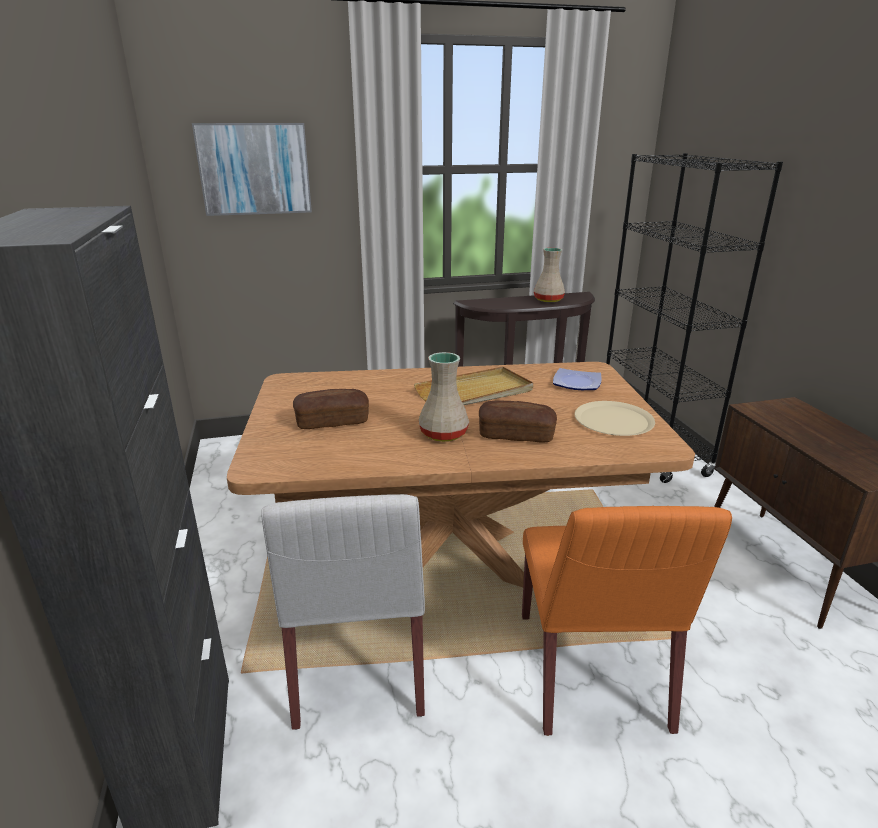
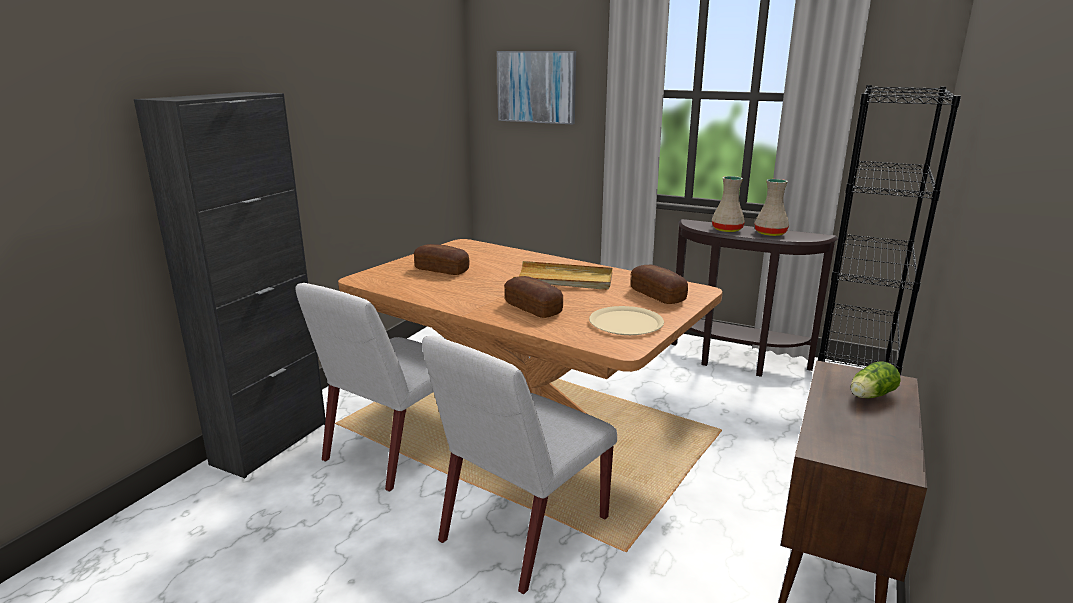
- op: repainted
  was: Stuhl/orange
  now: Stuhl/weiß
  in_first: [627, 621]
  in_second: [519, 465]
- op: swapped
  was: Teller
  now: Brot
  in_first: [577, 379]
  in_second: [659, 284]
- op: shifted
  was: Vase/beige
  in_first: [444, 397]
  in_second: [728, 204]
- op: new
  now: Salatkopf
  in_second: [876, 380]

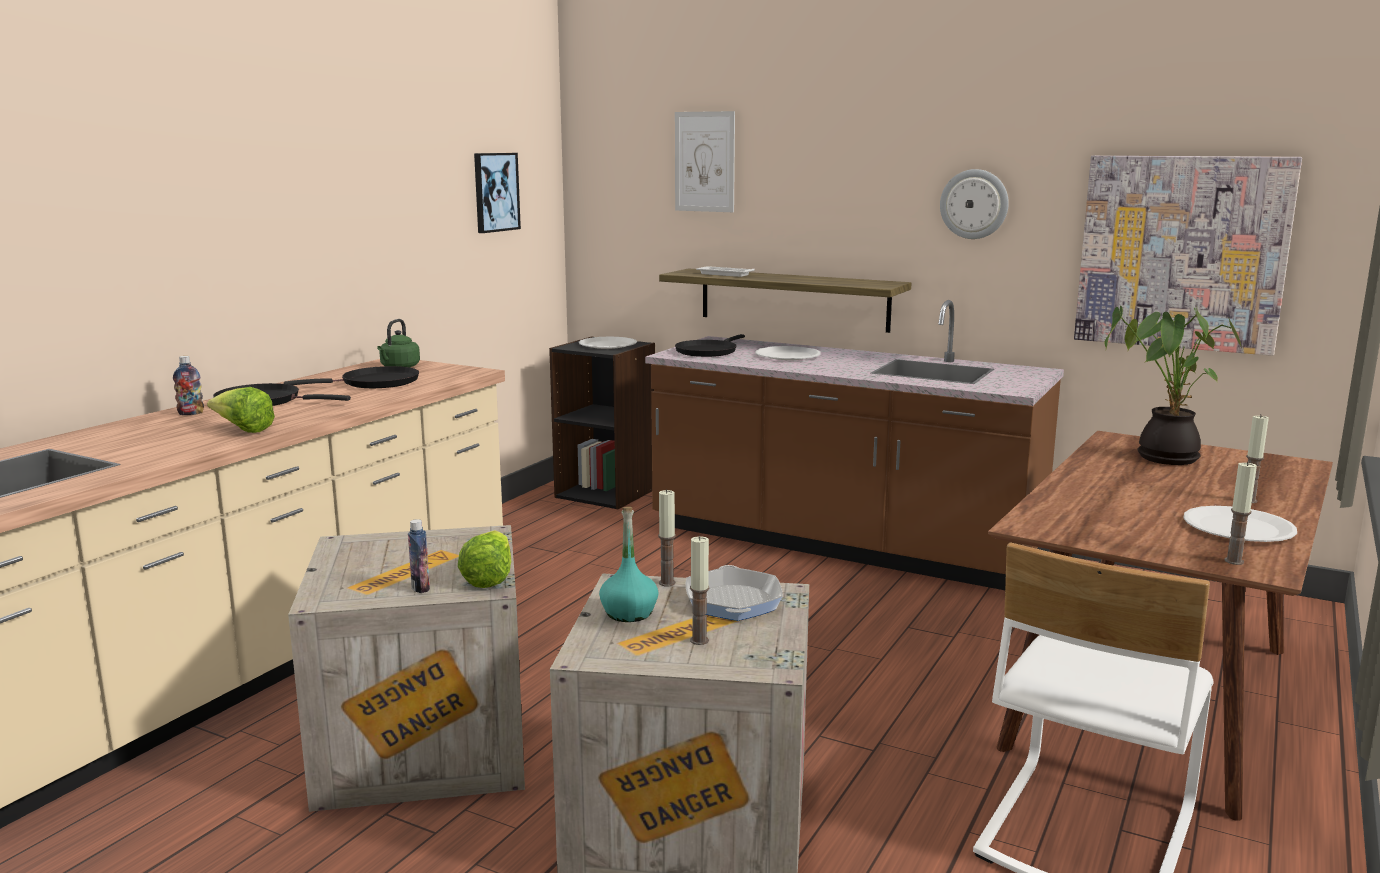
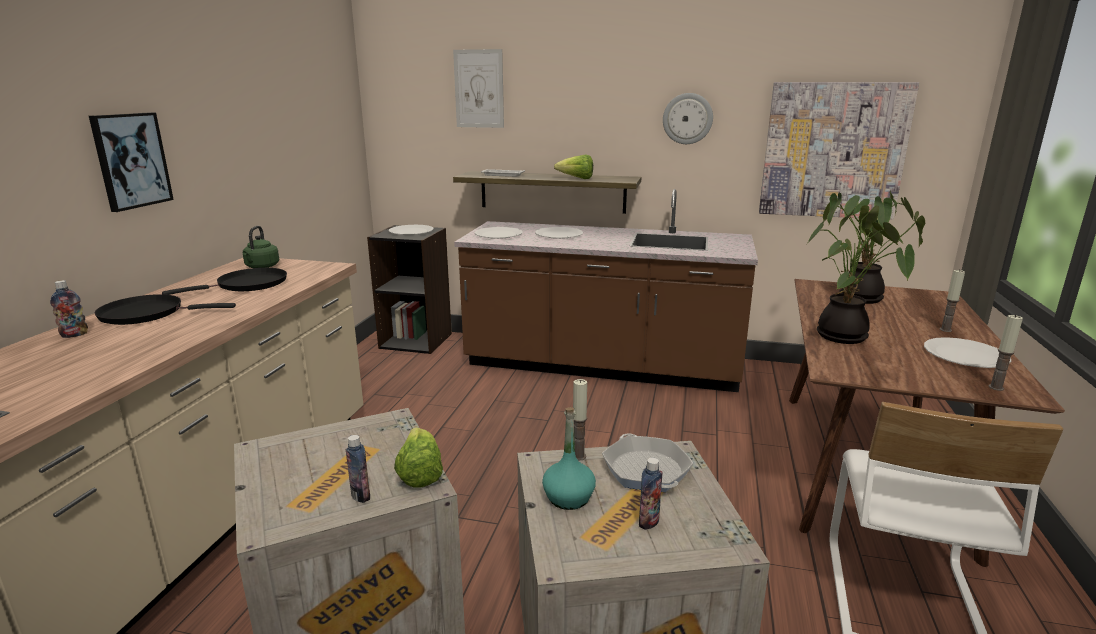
- op: shifted
  was: Bild
  in_first: [497, 193]
  in_second: [131, 162]
- op: swapped
  was: Pfanne/schwarz
  now: Teller/weiß
  in_first: [710, 345]
  in_second: [499, 233]
- op: shifted
  was: Salatkopf
  in_first: [241, 410]
  in_second: [573, 166]
- op: swapped
  was: Kerze
  now: Flasche
  in_first: [700, 590]
  in_second: [651, 494]
- op: new
  now: Topfpflanze
  in_second: [865, 274]

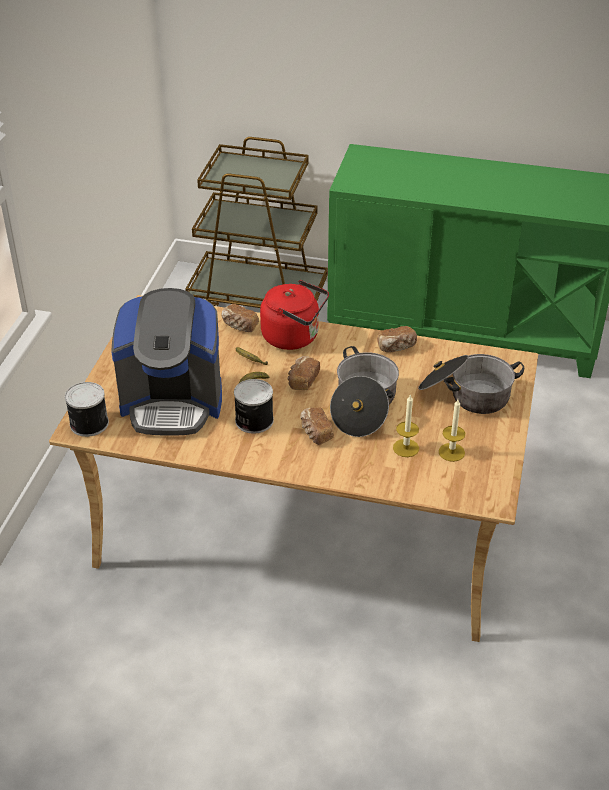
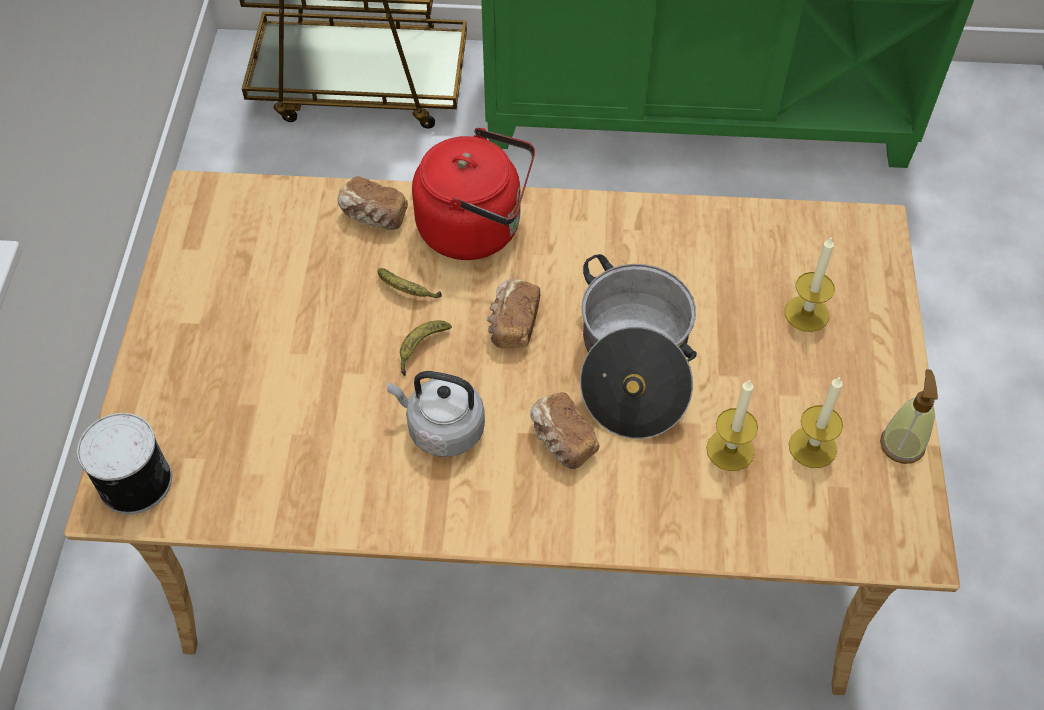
- op: swapped
  was: Dose
  now: Wasserkessel/grau
  in_first: [254, 406]
  in_second: [436, 414]
- op: swapped
  was: Kochtopf
  now: Kerze
  in_first: [471, 384]
  in_second: [810, 284]
- op: new
  now: Seifenspender
  in_second: [909, 416]
- op: gone
  was: Kaffeemaschine
  in_first: [166, 362]
- op: gone
  was: Brot
  in_first: [397, 339]

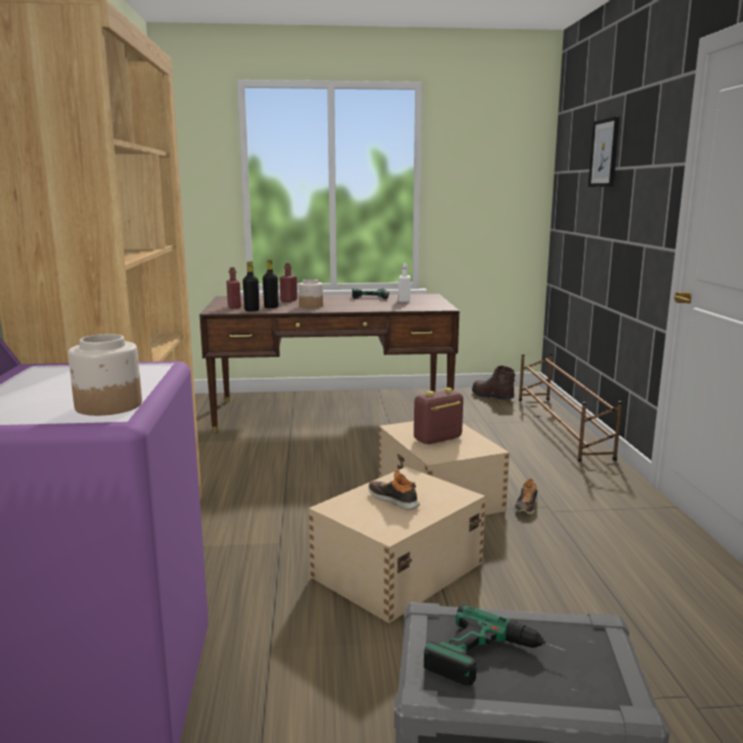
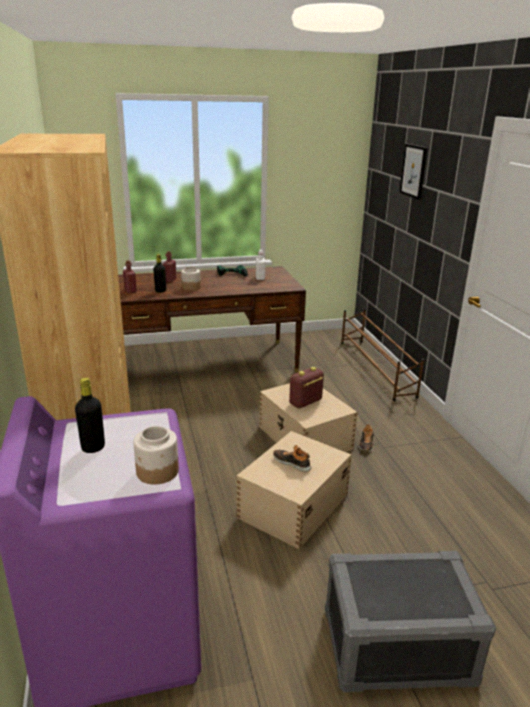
- op: shifted
  was: Flasche/schwarz
  in_first: [251, 286]
  in_second: [90, 415]
- op: gone
  was: Bohrmaschine
  in_first: [494, 645]
- op: gone
  was: Stiefel/braun
  in_first: [493, 383]

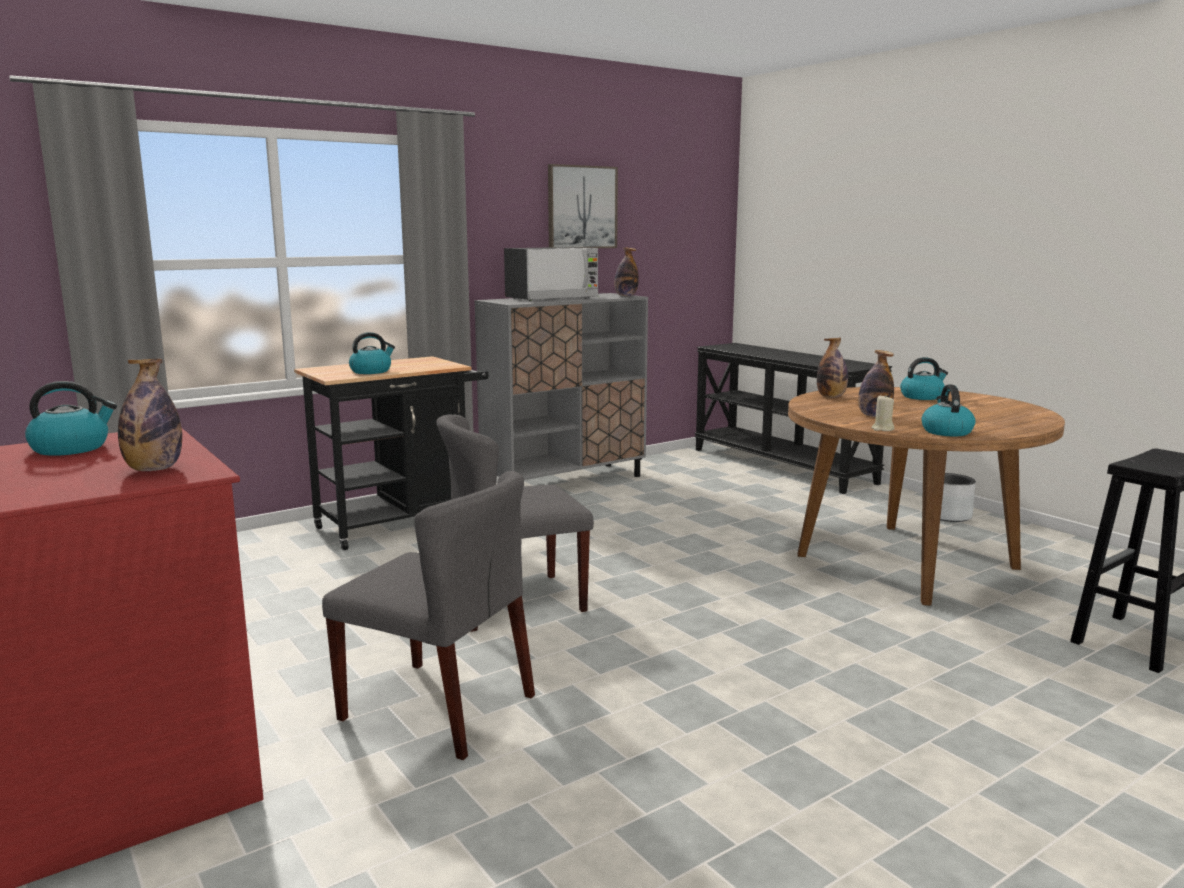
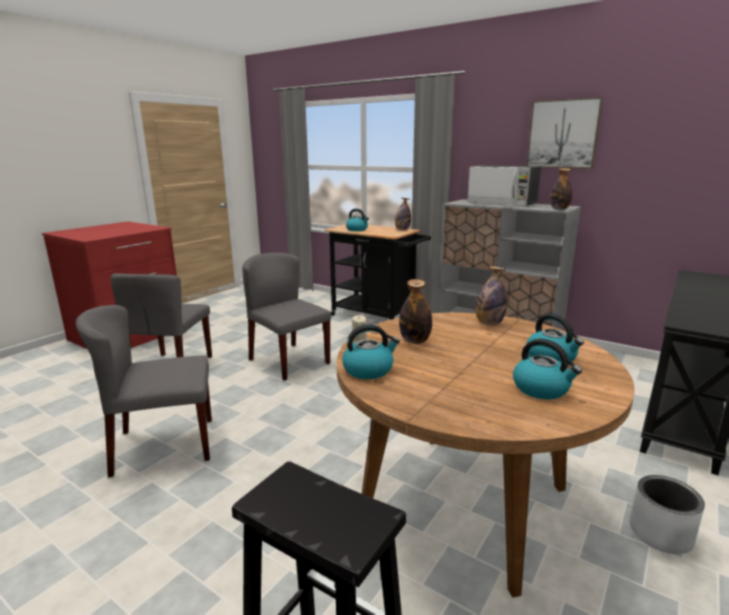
- op: new
  now: Stuhl/grau
  in_second: [144, 391]
- op: shifted
  was: Flasche
  in_first: [150, 415]
  in_second: [403, 214]
- op: shifted
  was: Wasserkessel
  in_first: [71, 418]
  in_second: [547, 369]

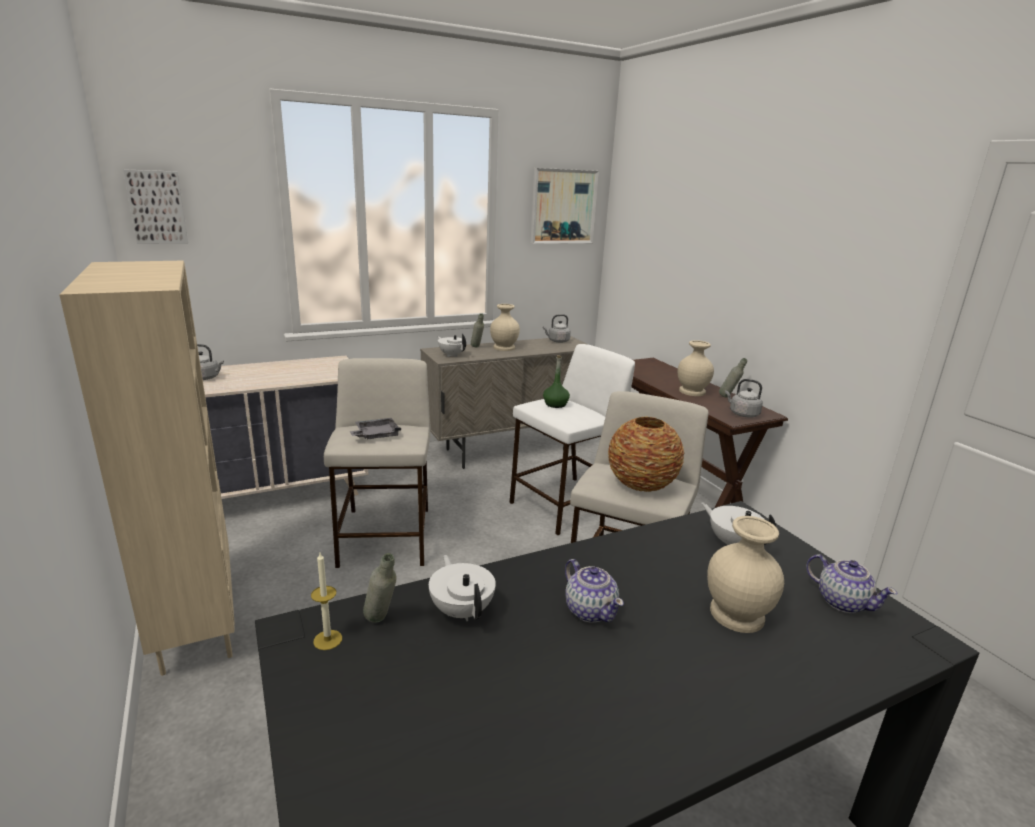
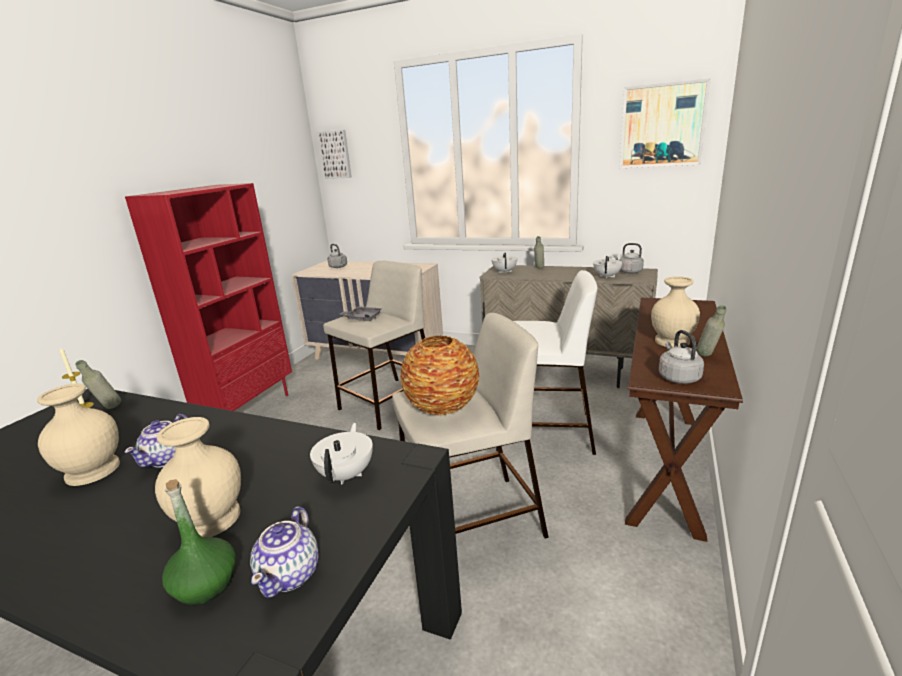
- op: shifted
  was: Vase/beige
  in_first: [505, 327]
  in_second: [78, 435]
- op: repainted
  was: Bücherregal/beige
  now: Bücherregal/rot
  in_first: [147, 468]
  in_second: [208, 297]
- op: shifted
  was: Flasche/grün
  in_first: [556, 381]
  in_second: [199, 542]
- op: shifted
  was: Teekanne/weiß
  in_first: [462, 588]
  in_second: [608, 267]

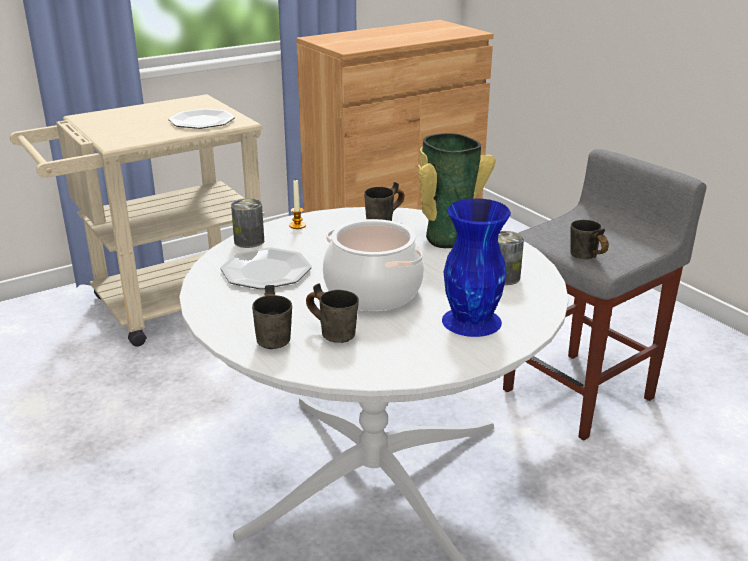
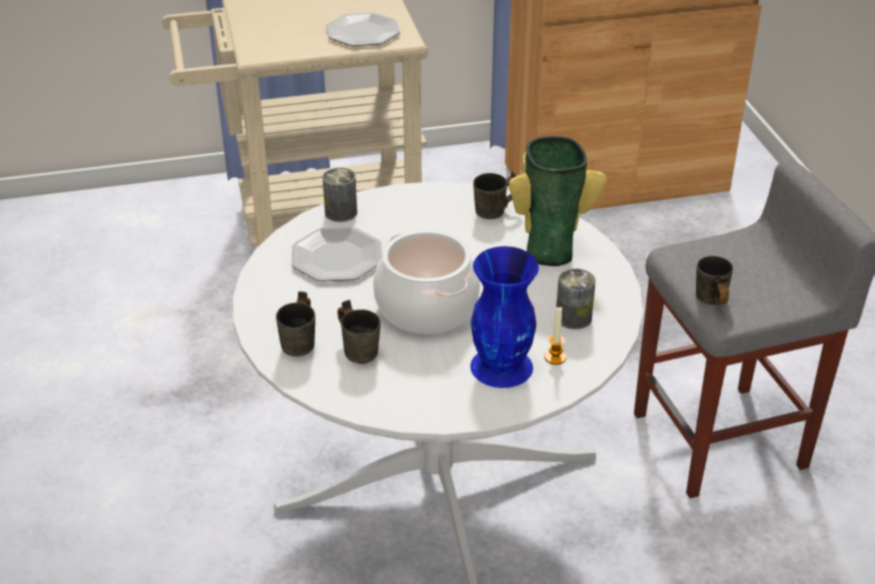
- op: shifted
  was: Kerze
  in_first: [297, 204]
  in_second: [555, 336]

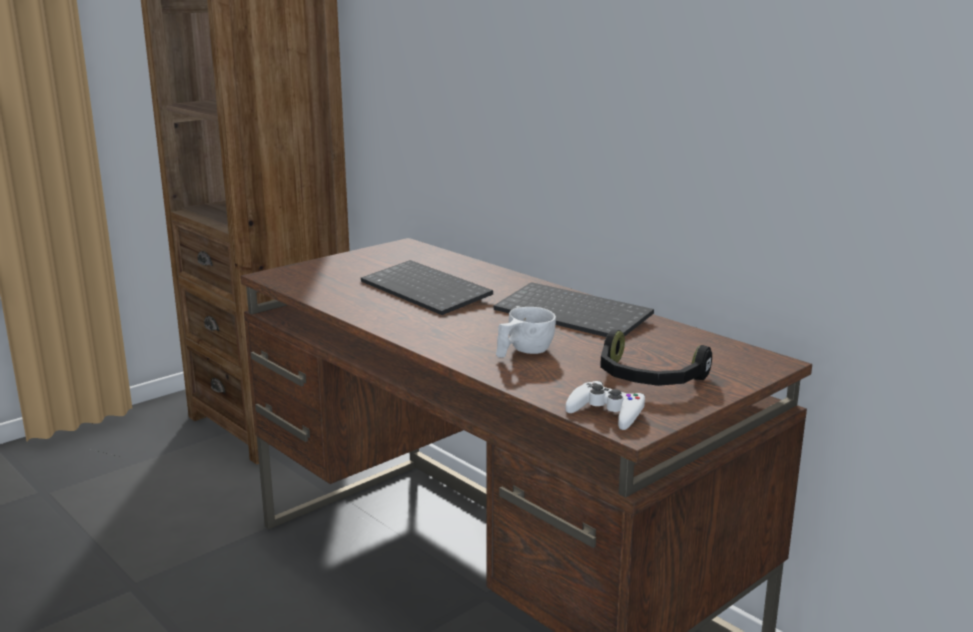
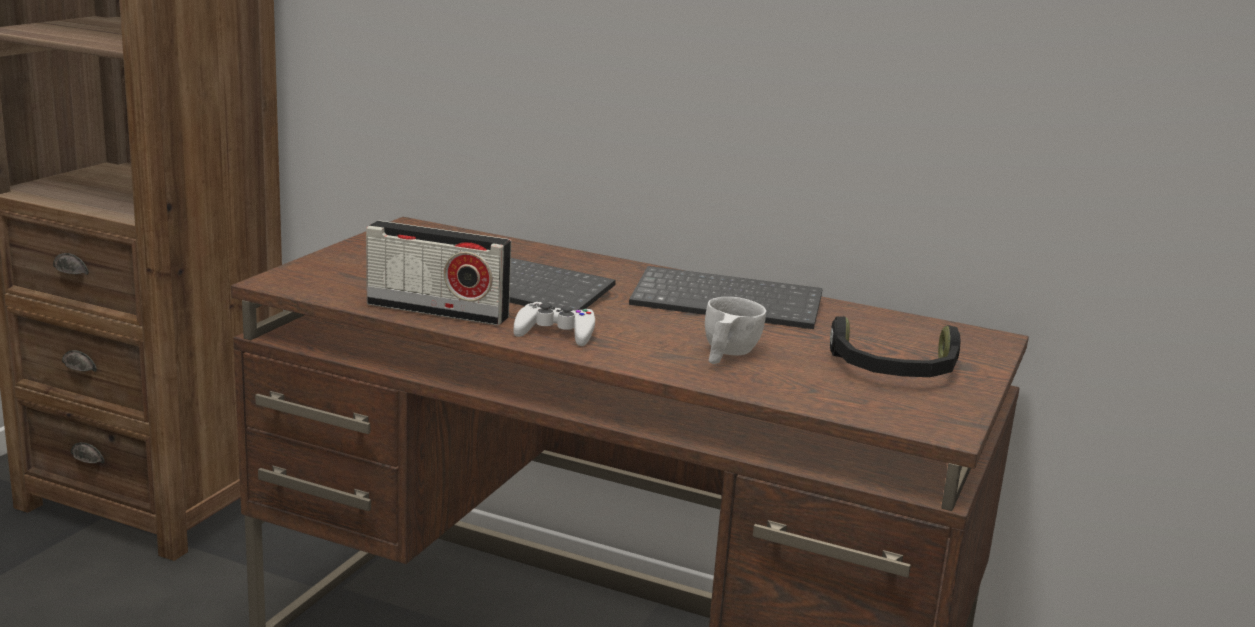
- op: new
  now: Radio
  in_second: [438, 273]
- op: shifted
  was: Gamepad/weiß
  in_first: [605, 405]
  in_second: [554, 324]

